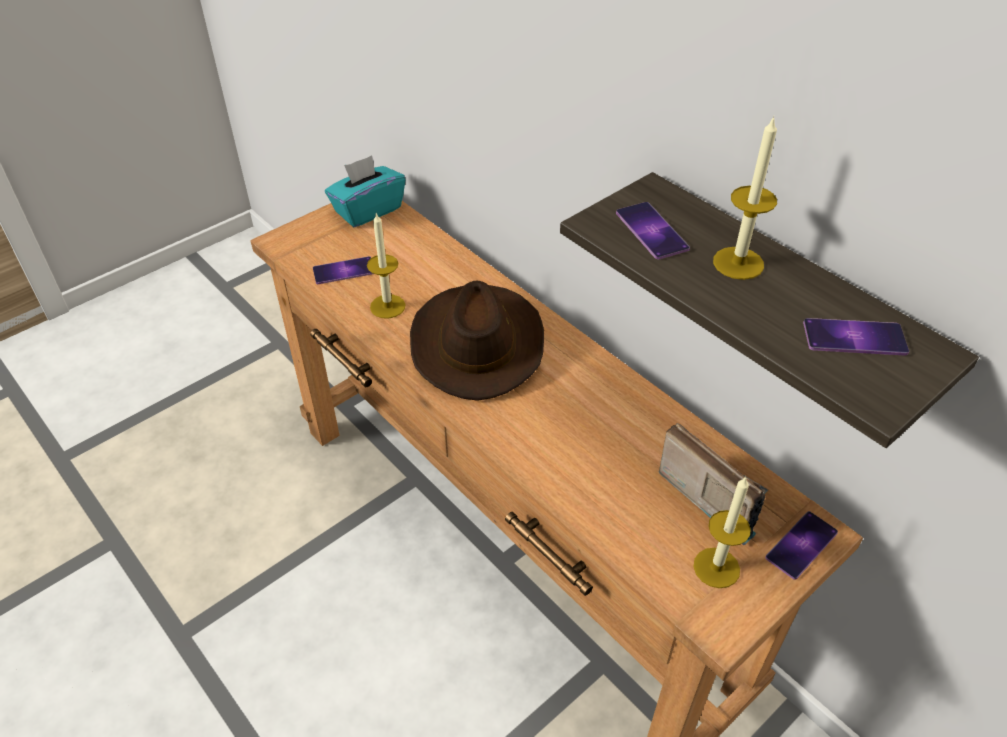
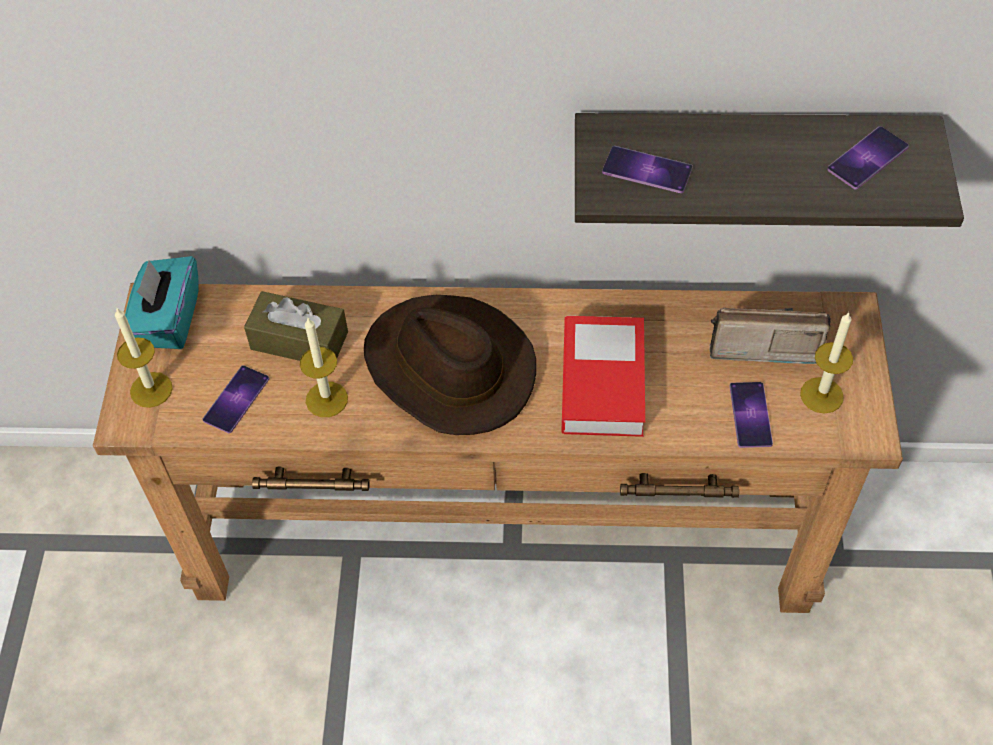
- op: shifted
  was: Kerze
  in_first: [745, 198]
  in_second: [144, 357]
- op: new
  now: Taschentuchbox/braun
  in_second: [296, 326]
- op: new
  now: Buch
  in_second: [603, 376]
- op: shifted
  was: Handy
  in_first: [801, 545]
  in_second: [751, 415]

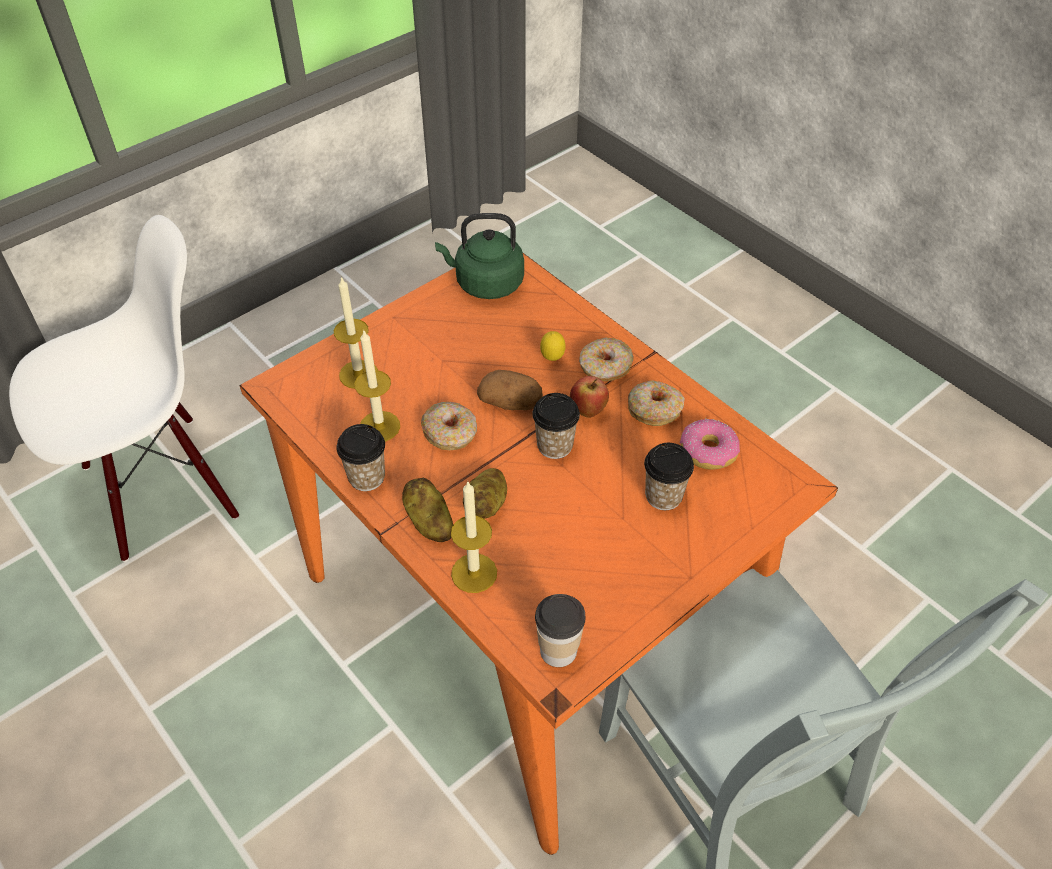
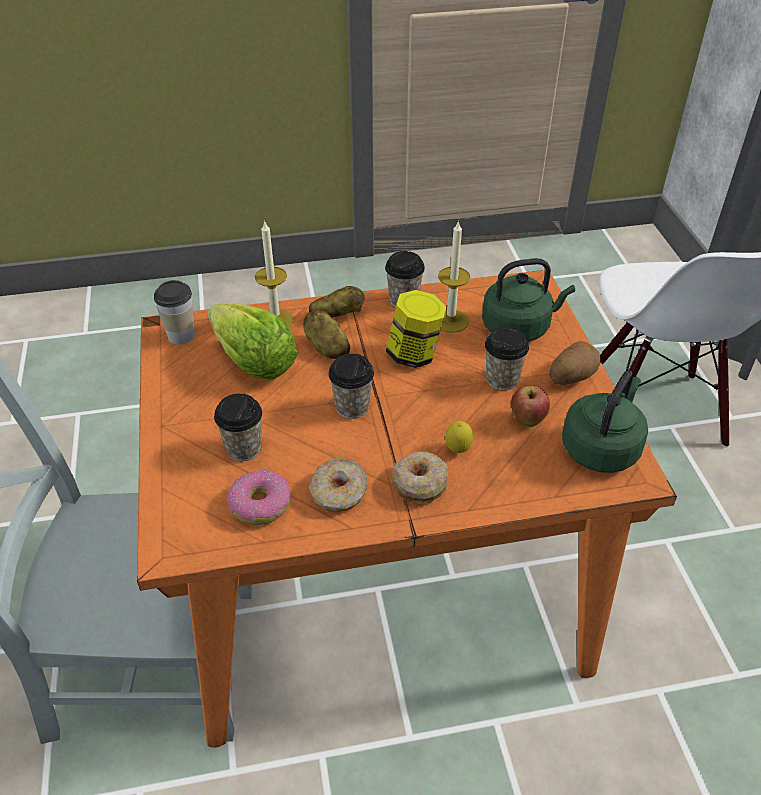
- op: new
  now: Salatkopf
  in_second: [252, 342]
- op: swapped
  was: Donut
  now: Vorratsglas
  in_first: [449, 426]
  in_second: [416, 329]
- op: swapped
  was: Kerze
  now: Wasserkessel/grün
  in_first: [356, 332]
  in_second: [528, 300]
- op: new
  now: Tasse
  in_second: [507, 358]
- op: shifted
  was: Apfel
  in_first: [589, 397]
  in_second: [530, 406]
- op: shifted
  was: Kartoffel
  in_first: [510, 390]
  in_second: [575, 363]

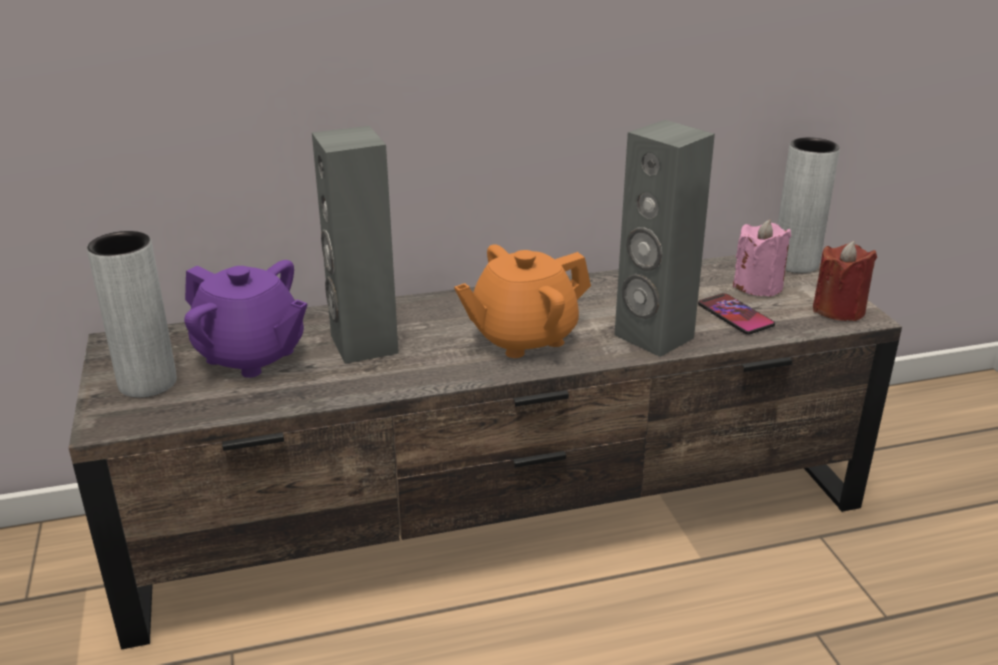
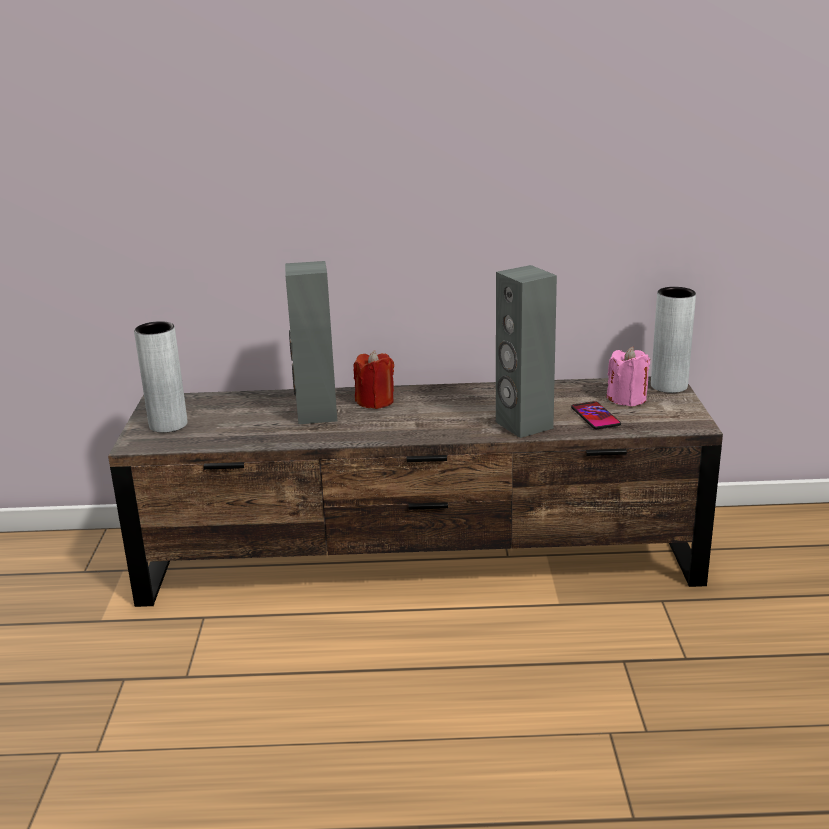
- op: shifted
  was: Kerze/rot
  in_first: [845, 281]
  in_second: [374, 379]
- op: gone
  was: Teekanne/lila
  in_first: [245, 319]
- op: gone
  was: Teekanne/orange
  in_first: [522, 301]

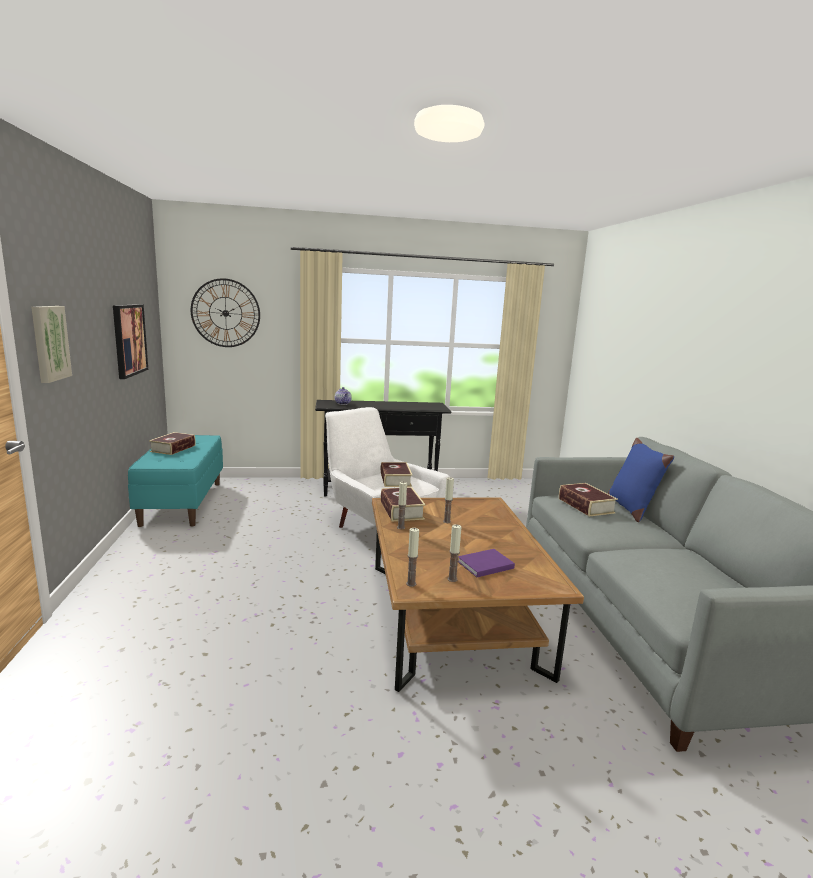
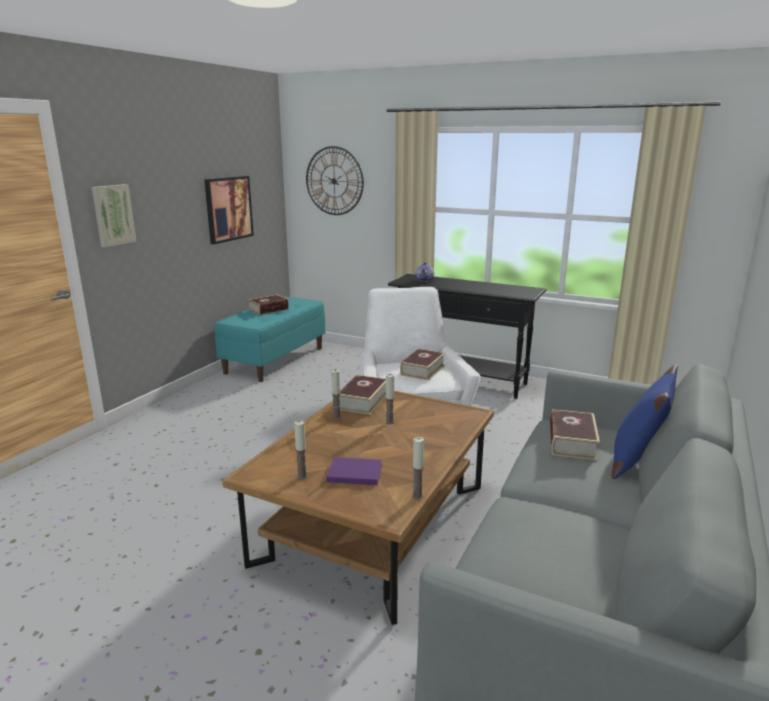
- op: shifted
  was: Kerze
  in_first: [412, 557]
  in_second: [418, 468]

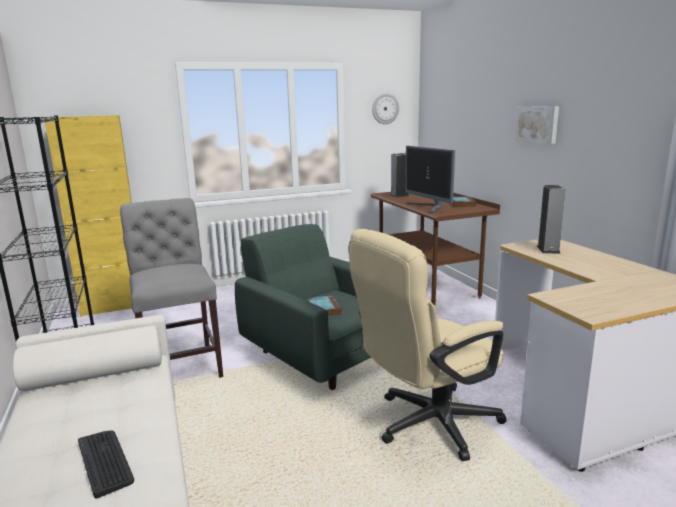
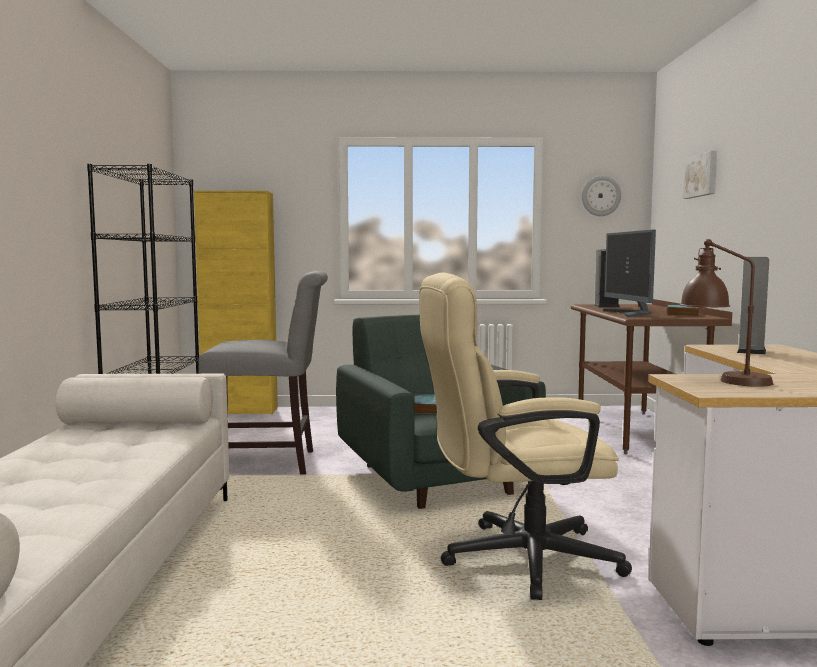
- op: rotated
  was: Stuhl/grau
  in_first: [171, 288]
  in_second: [263, 372]
  clockwise: 90
- op: new
  now: Tischlampe/braun
  in_second: [726, 313]
- op: shifted
  was: Bild
  in_first: [537, 125]
  in_second: [700, 175]
- op: gone
  was: Tastatur
  in_first: [106, 464]

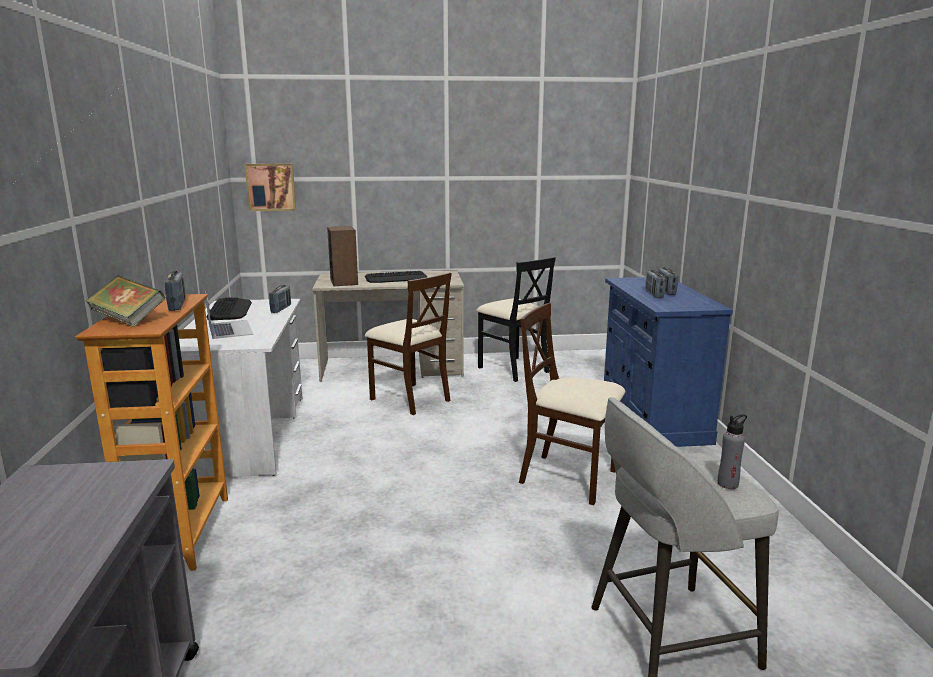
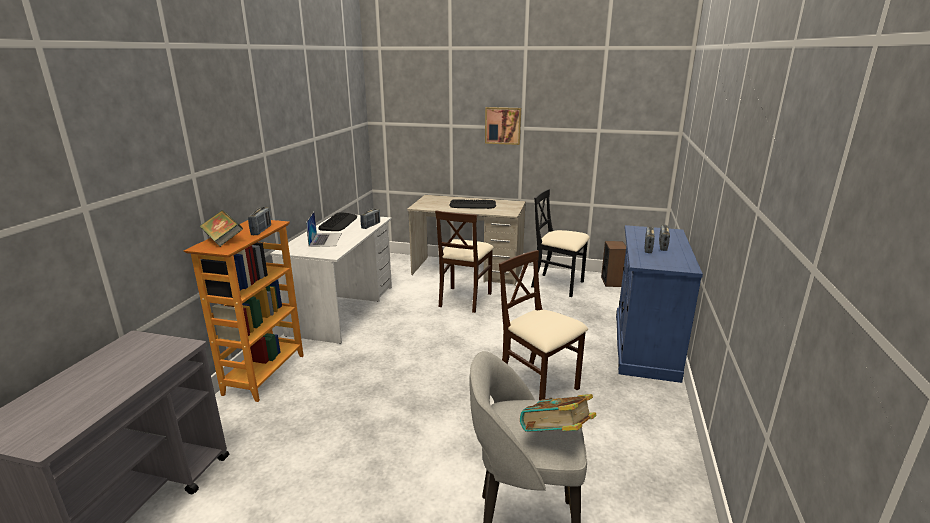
- op: rotated
  was: Stuhl/beige
  in_first: [408, 343]
  in_second: [464, 261]
  clockwise: 45
- op: shifted
  was: Bild
  in_first: [270, 187]
  in_second: [503, 126]
- op: swapped
  was: Flasche/grau
  now: Buch
  in_first: [732, 451]
  in_second: [558, 413]
- op: rotated
  was: Stuhl/schwarz
  in_first: [516, 319]
  in_second: [560, 243]
  clockwise: 135
- op: shifted
  was: Lautsprecher
  in_first: [342, 256]
  in_second: [613, 264]

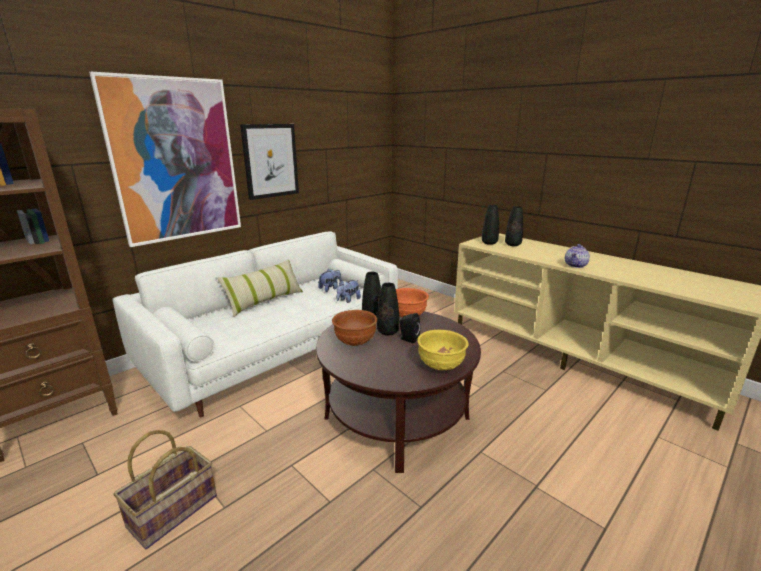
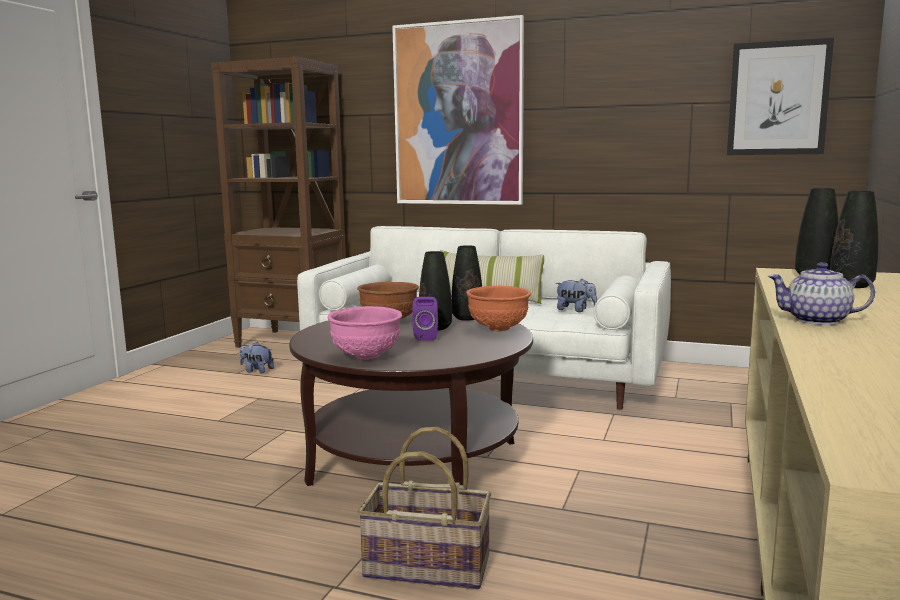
- op: shifted
  was: Plüschtier
  in_first: [349, 291]
  in_second: [257, 358]
- op: repainted
  was: Schüssel/gelb
  now: Schüssel/rosa
  in_first: [443, 350]
  in_second: [364, 333]
- op: shifted
  was: Korb
  in_first: [165, 489]
  in_second: [424, 508]
- op: repainted
  was: Lautsprecher/schwarz
  now: Lautsprecher/lila
  in_first: [409, 328]
  in_second: [425, 318]
- op: shifted
  was: Bild
  in_first: [269, 162]
  in_second: [780, 96]

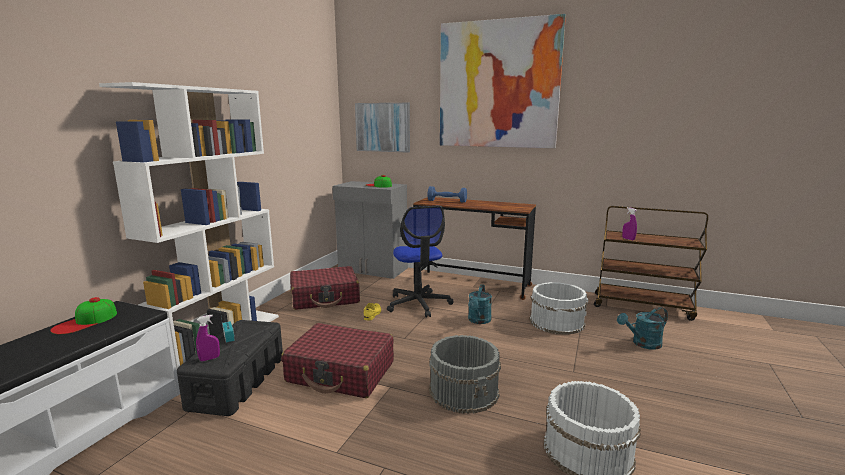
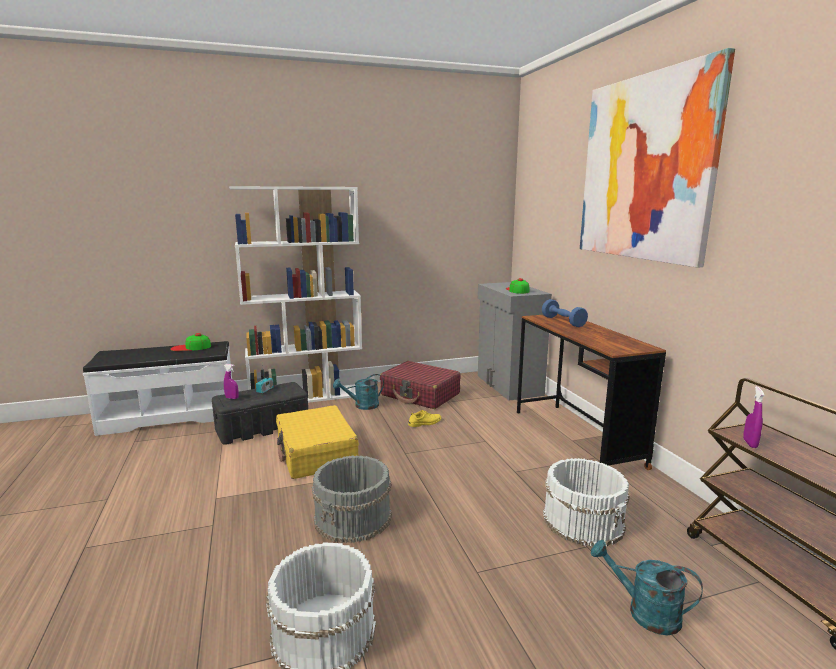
- op: repainted
  was: Koffer/rot
  now: Koffer/gelb
  in_first: [337, 360]
  in_second: [317, 442]
- op: shifted
  was: Gießkanne/türkis
  in_first: [480, 304]
  in_second: [358, 392]
- op: gone
  was: Bild
  in_first: [382, 128]
- op: gone
  was: Bürostuhl
  in_first: [420, 262]

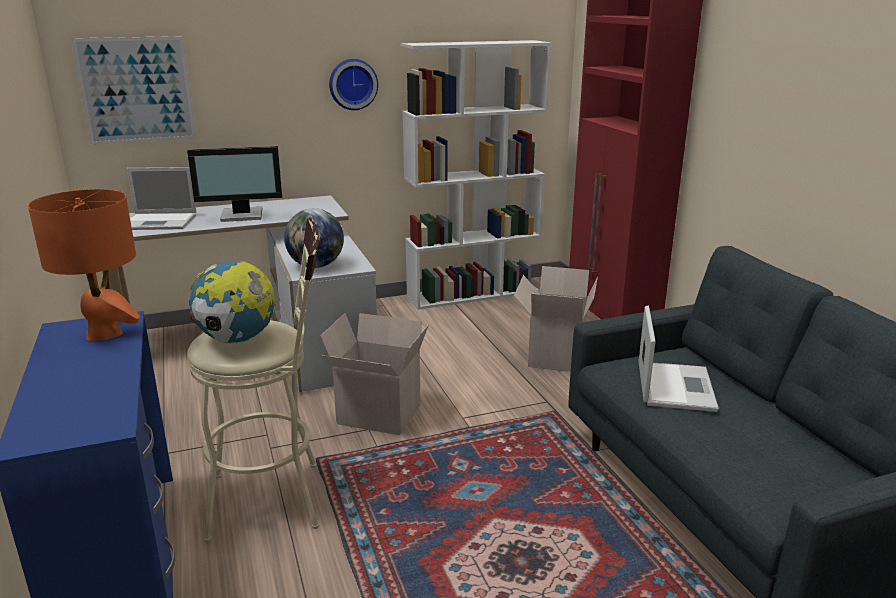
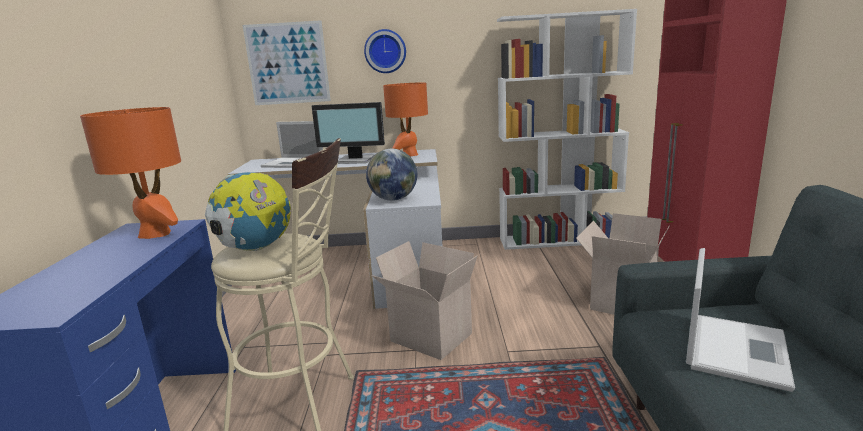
- op: shifted
  was: Wanduhr
  in_first: [353, 84]
  in_second: [385, 51]
- op: new
  now: Tischlampe/orange
  in_second: [405, 119]

